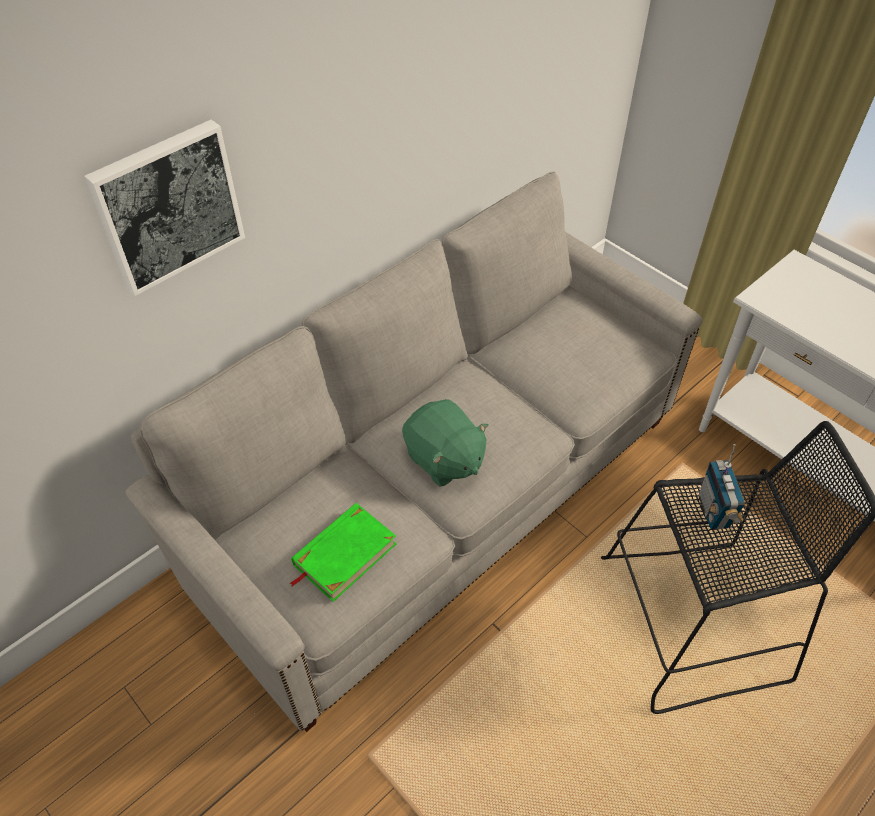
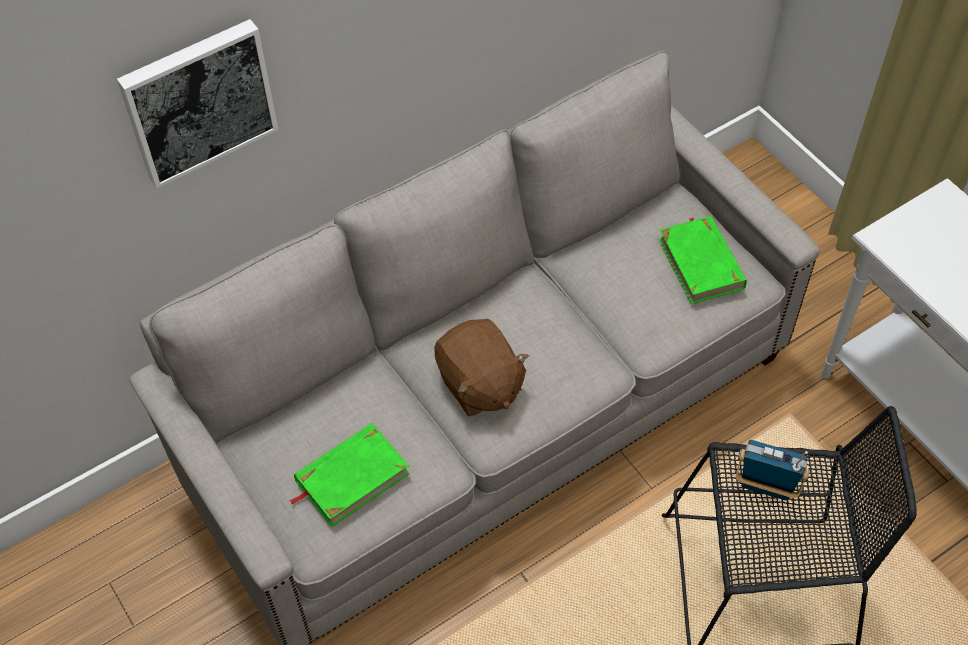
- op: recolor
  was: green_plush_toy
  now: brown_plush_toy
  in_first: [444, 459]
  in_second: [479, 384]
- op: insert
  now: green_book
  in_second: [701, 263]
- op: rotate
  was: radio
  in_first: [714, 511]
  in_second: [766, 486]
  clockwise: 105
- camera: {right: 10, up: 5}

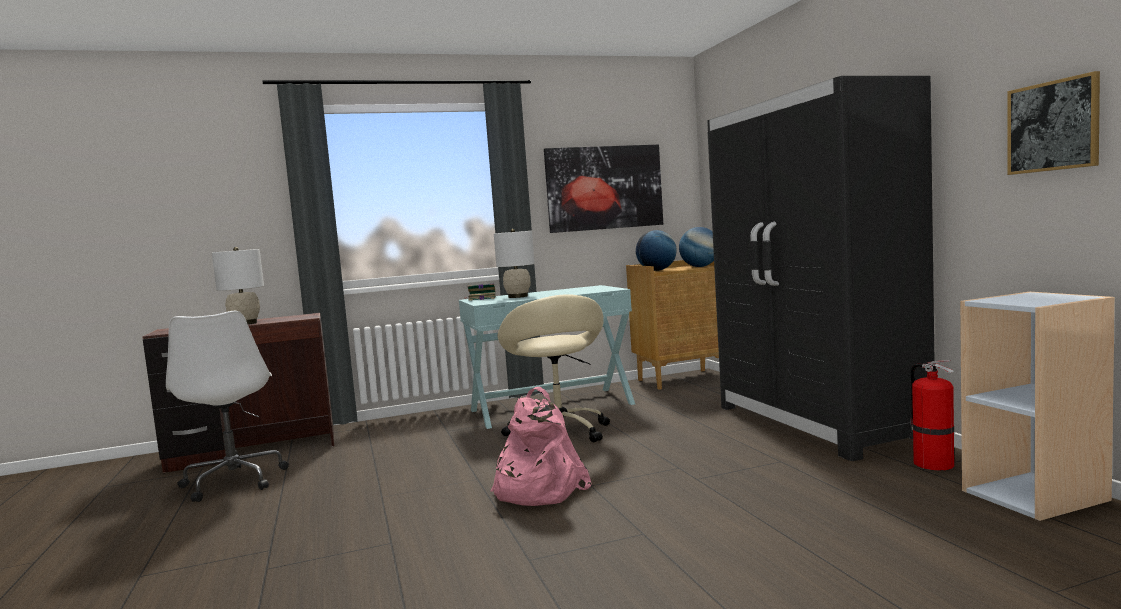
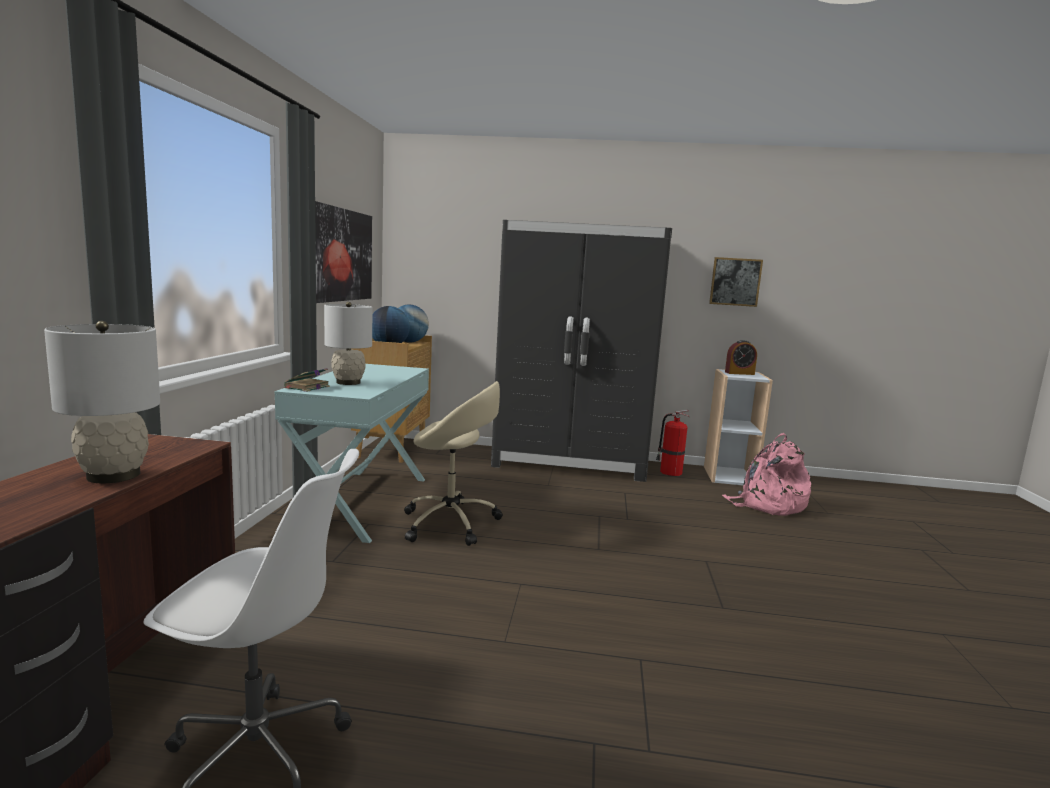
- op: move
  was: pink_backpack
  in_first: [535, 490]
  in_second: [767, 505]
- op: insert
  now: alarm_clock
  in_second: [739, 373]
- camera: {right: -65, up: 5}

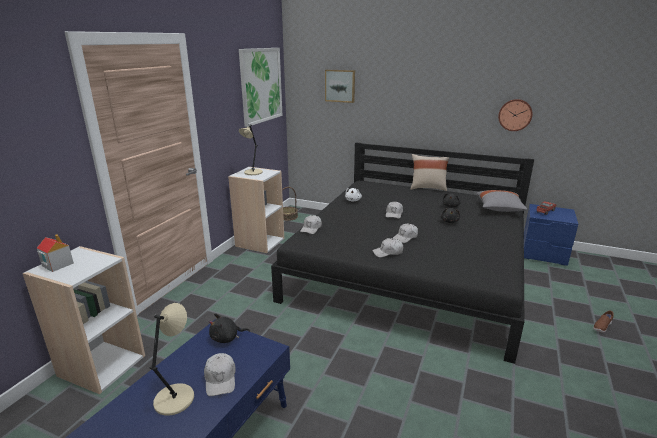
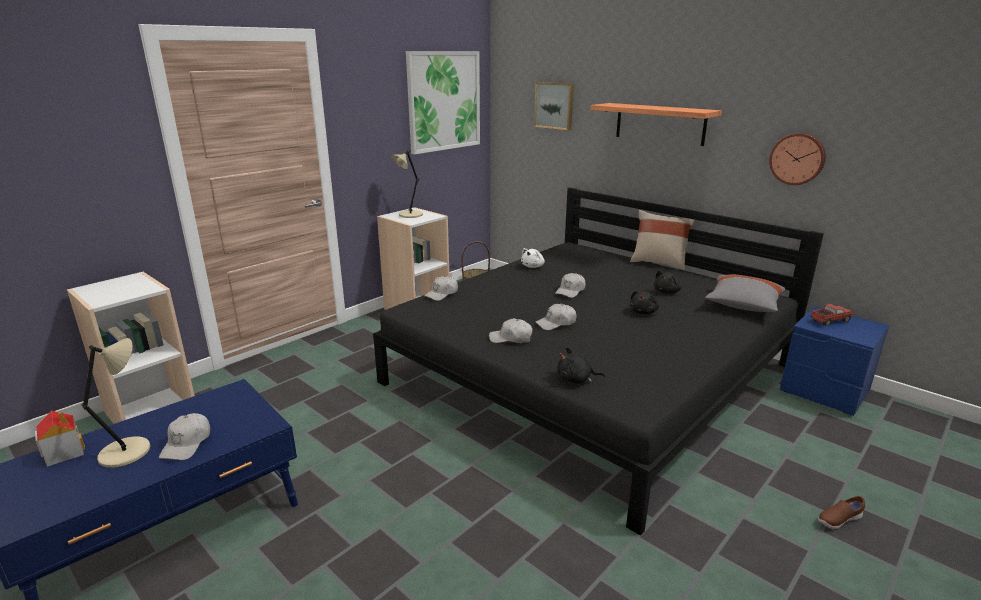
- op: move
  was: toy_house
  in_first: [57, 264]
  in_second: [64, 452]
- op: move
  was: black_plush_toy
  in_first: [227, 338]
  in_second: [576, 379]
- op: insert
  now: shelf
  in_second: [660, 123]
- camera: {right: 20, up: 0}

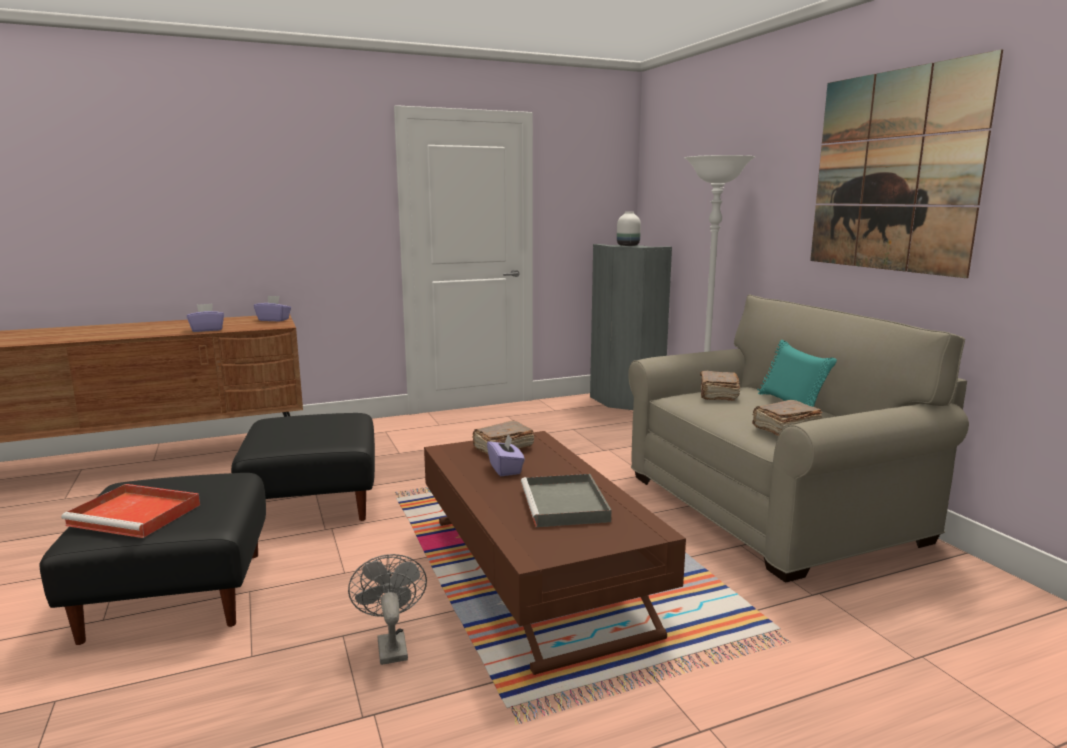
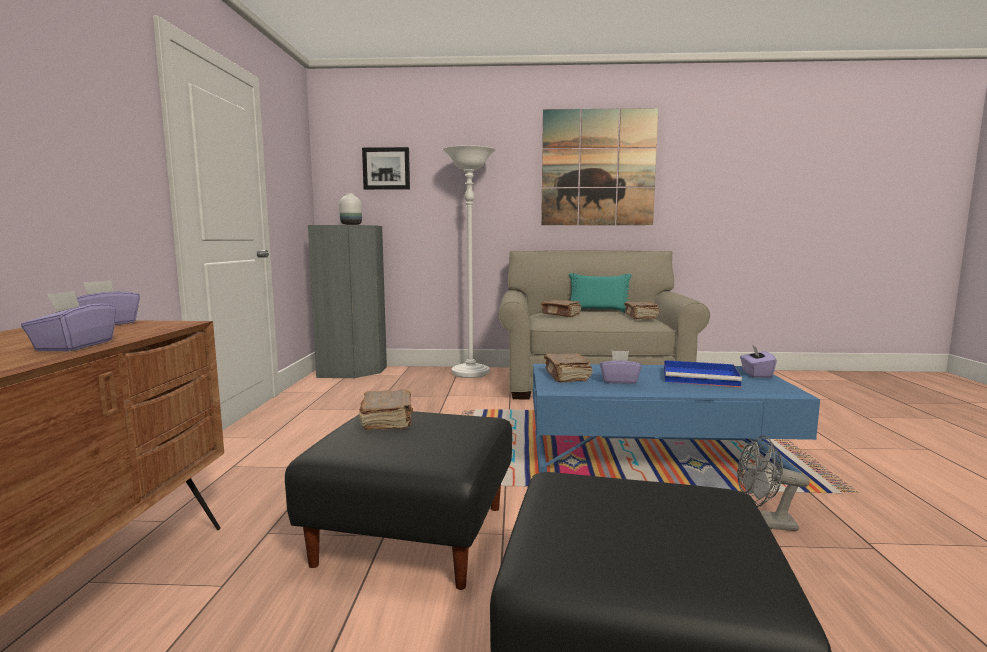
- op: insert
  now: brown_book
  in_second: [388, 422]
- op: insert
  now: picture
  in_second: [386, 168]
- op: recolor
  was: brown_coffee_table
  now: blue_coffee_table
  in_first: [535, 574]
  in_second: [656, 455]
- op: recolor
  was: grey_tray
  now: blue_tray
  in_first: [565, 505]
  in_second: [701, 377]
- op: insert
  now: purple_tissue_box
  in_second: [756, 374]
- op: delete
  was: red_tray
  in_first: [137, 515]
- camera: {right: -65, up: -5}

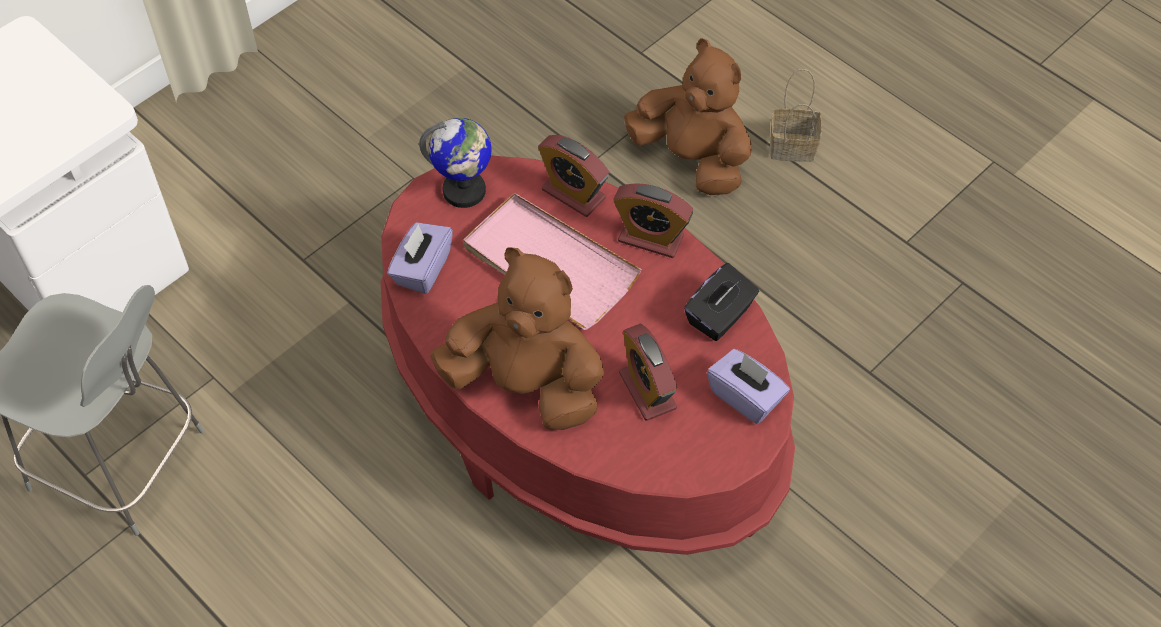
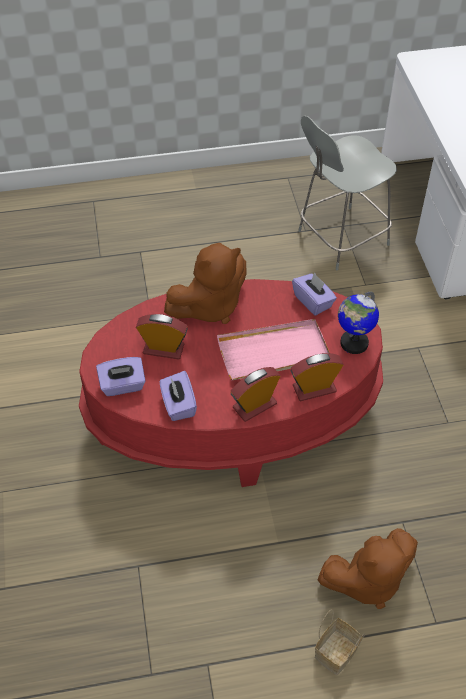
- op: recolor
  was: black_tissue_box
  now: purple_tissue_box
  in_first: [720, 316]
  in_second: [178, 405]
- camera: {right: 125, up: -5}

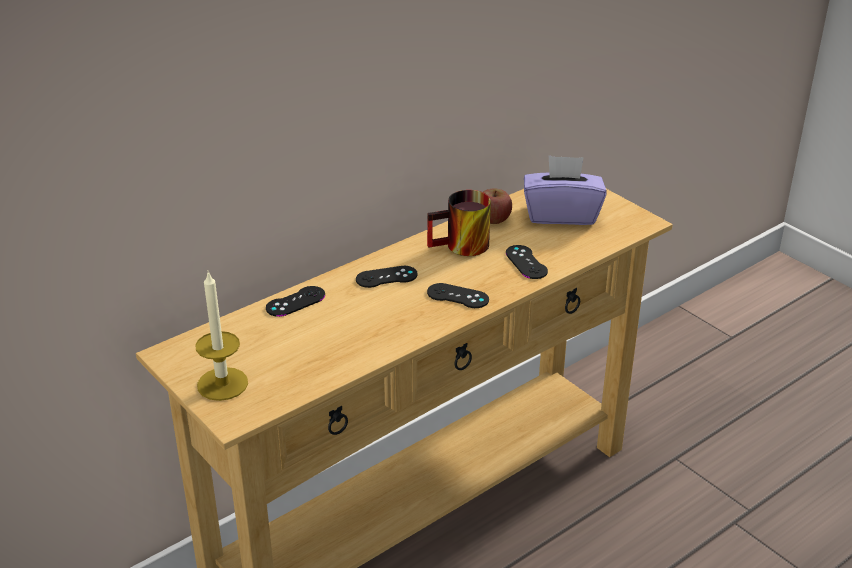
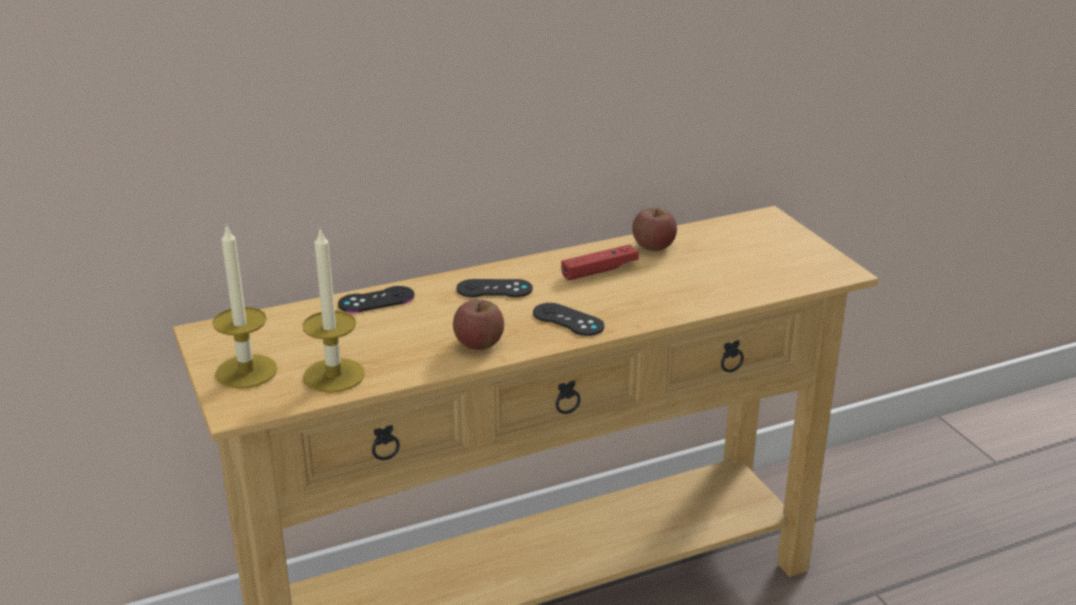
- op: insert
  now: candle
  in_second: [334, 375]
- op: insert
  now: apple
  in_second: [479, 343]
- op: replace
  was: mug
  now: red_game_controller
  in_first: [461, 248]
  in_second: [599, 270]
- op: delete
  was: black_game_controller
  in_first: [526, 262]
- op: delete
  was: purple_tissue_box
  in_first: [561, 214]
- camera: {right: 15, up: -5}

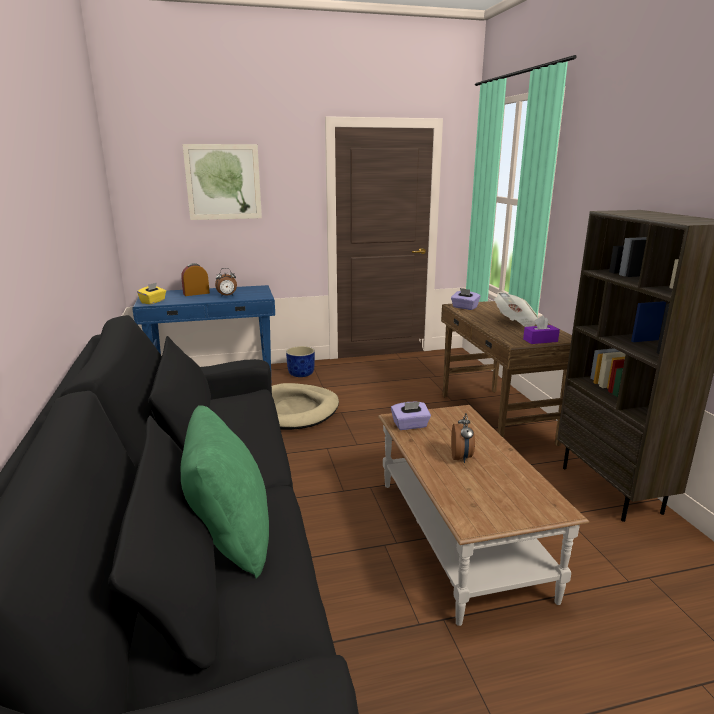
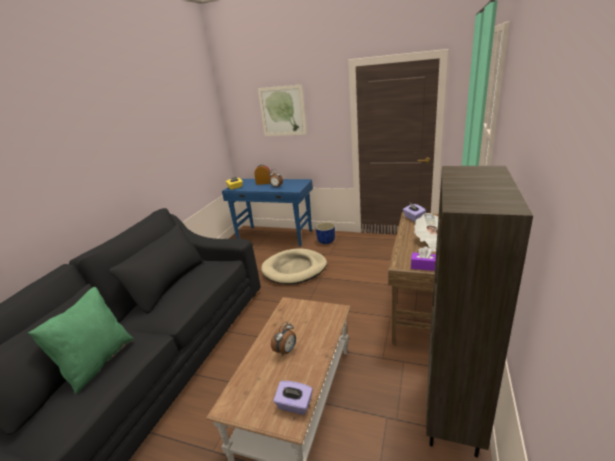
- op: move
  was: purple_tissue_box
  in_first: [410, 425]
  in_second: [294, 405]
- camera: {right: 35, up: 5}

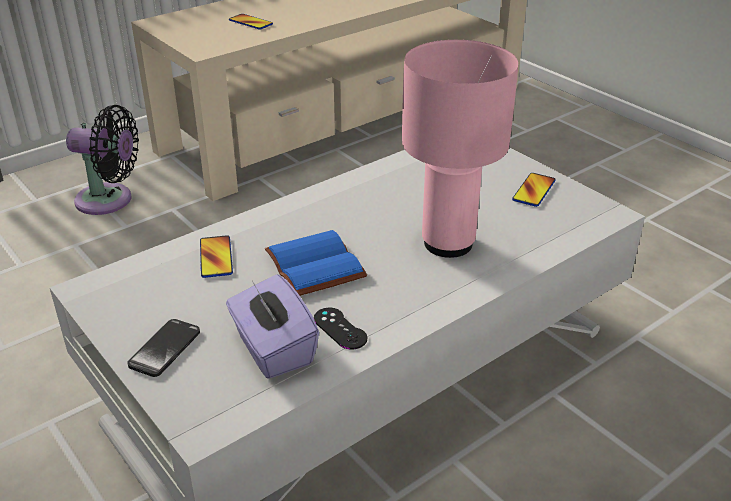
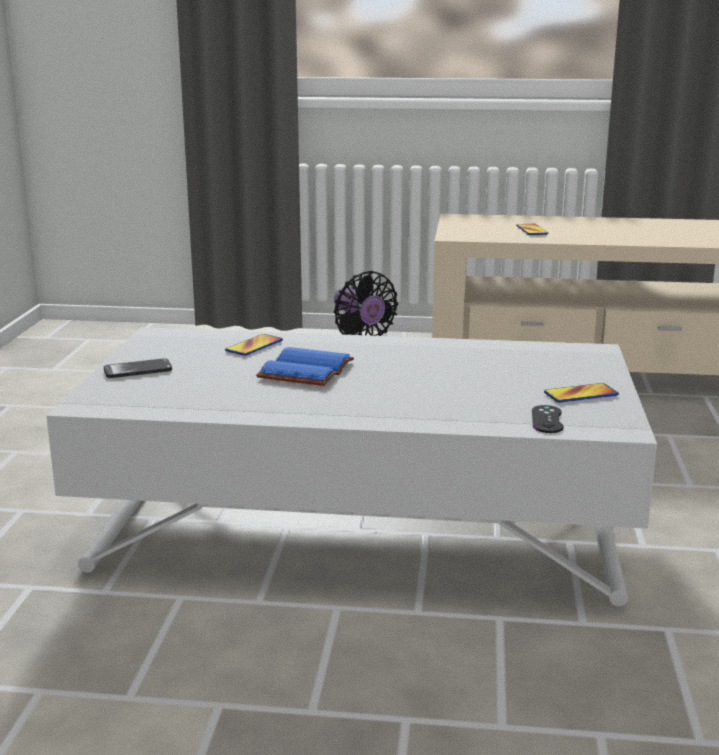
- op: move
  was: black_game_controller
  in_first: [340, 328]
  in_second: [547, 419]
- op: delete
  was: purple_tissue_box
  in_first: [273, 349]
- op: delete
  was: pink_table_lamp
  in_first: [446, 244]
- camera: {right: 45, up: -15}

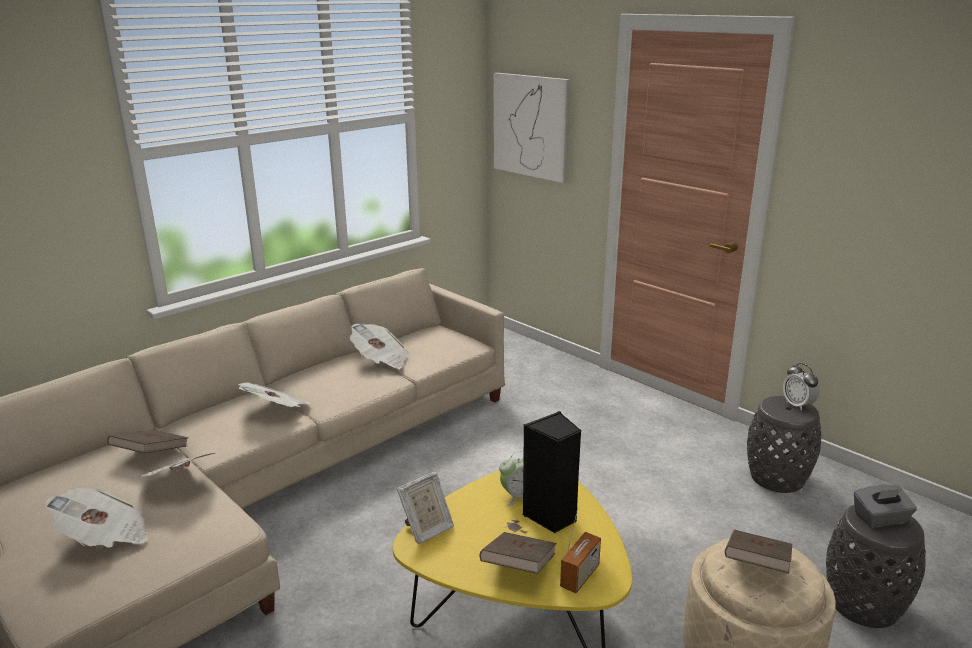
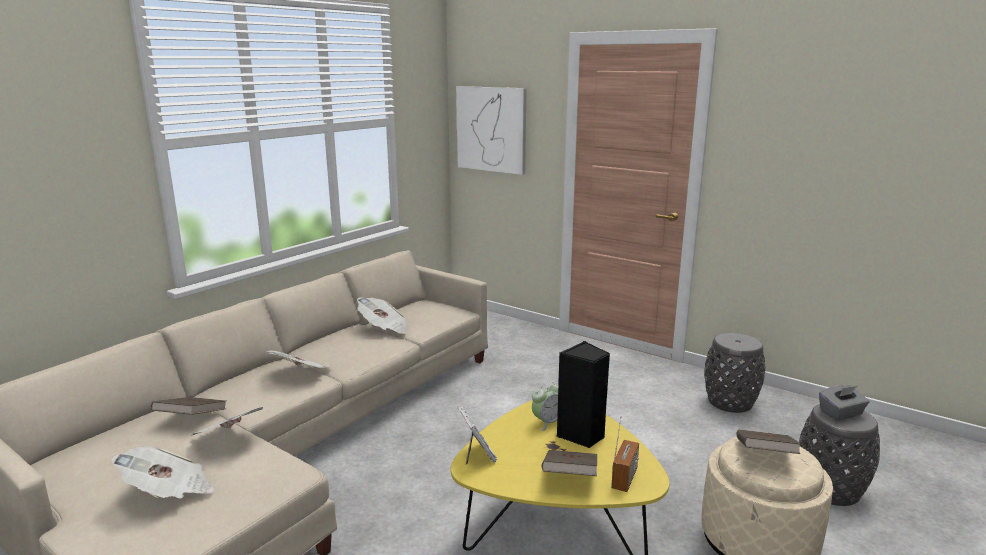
- op: rotate
  was: picture_frame
  in_first: [427, 530]
  in_second: [477, 456]
  clockwise: -60
- op: delete
  was: alarm_clock
  in_first: [798, 405]
- camera: {right: -10, up: -5}

